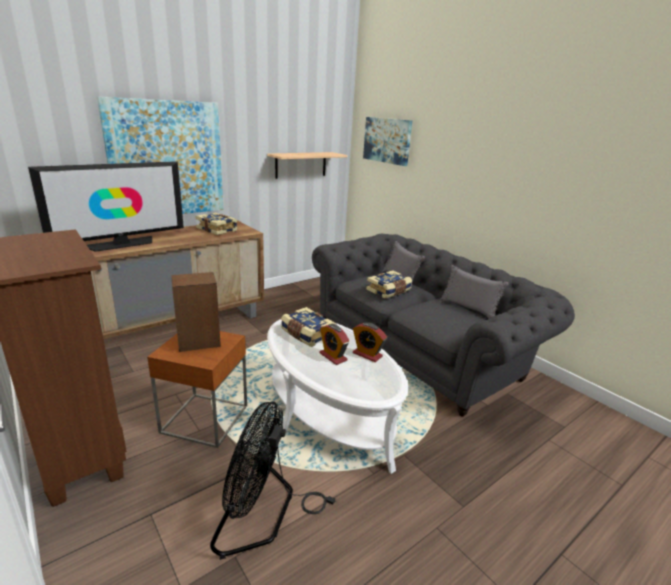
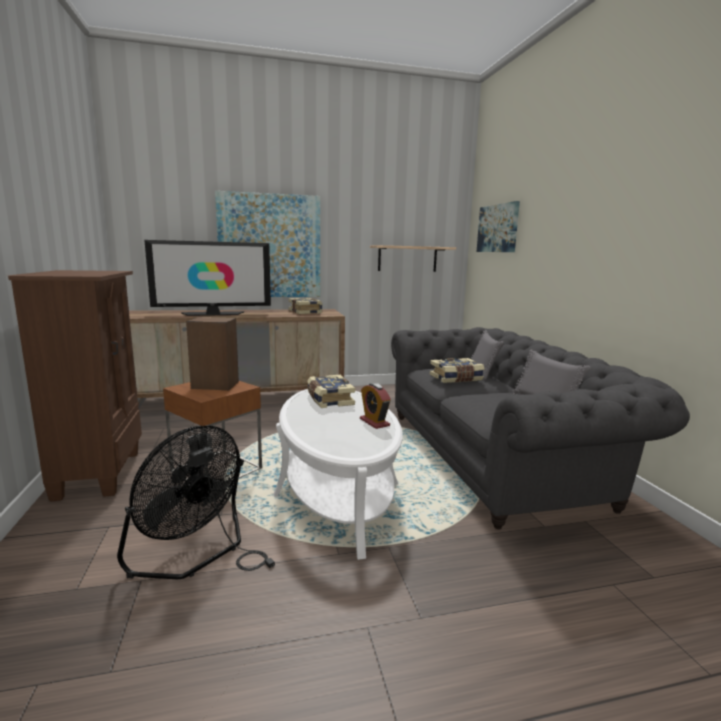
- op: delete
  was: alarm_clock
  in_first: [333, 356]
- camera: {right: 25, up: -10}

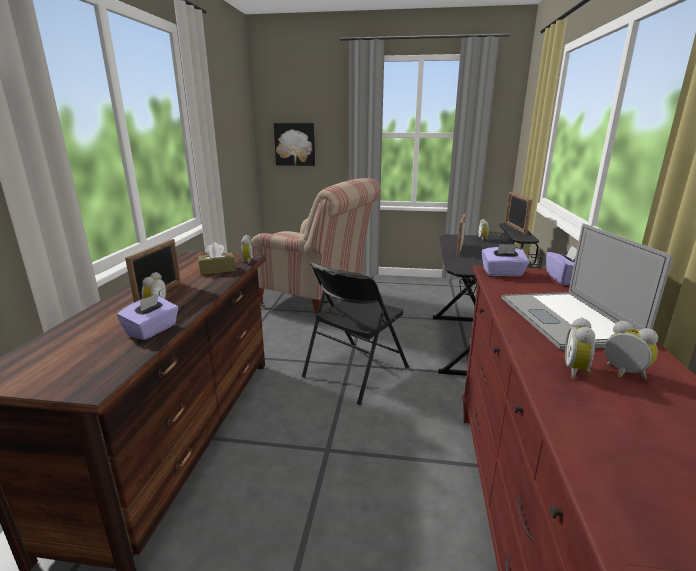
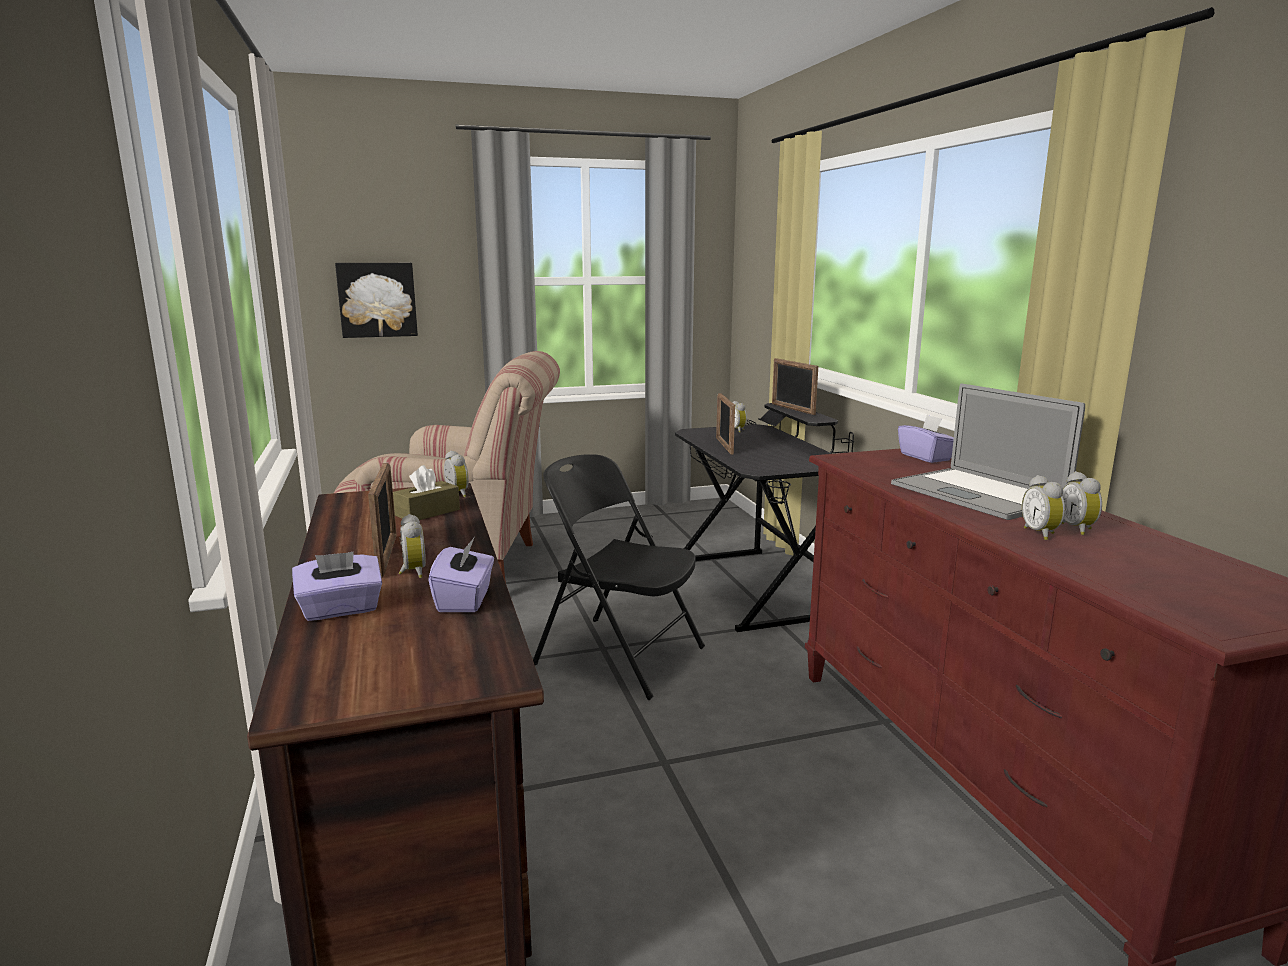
- op: move
  was: purple_tissue_box
  in_first: [502, 273]
  in_second: [341, 609]
- op: rotate
  was: black_chair
  in_first: [355, 372]
  in_second: [620, 655]
  clockwise: 105
- op: rotate
  was: alarm_clock
  in_first: [623, 374]
  in_second: [1078, 529]
  clockwise: -120
- camera: {right: -25, up: -5}

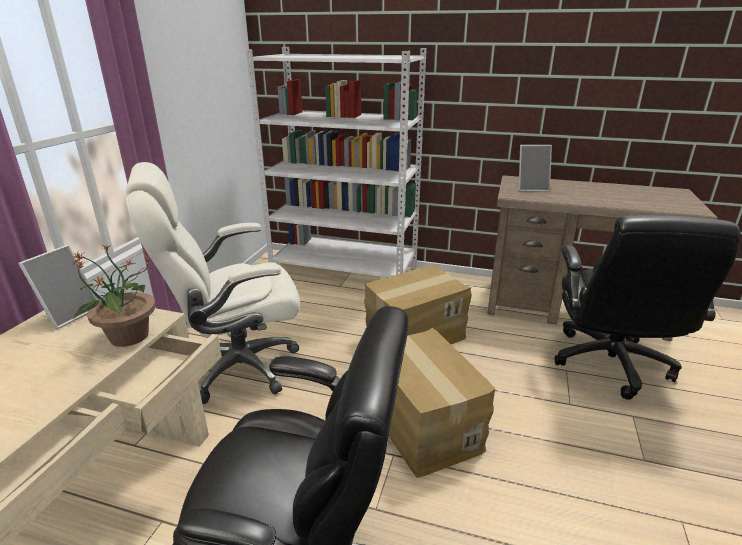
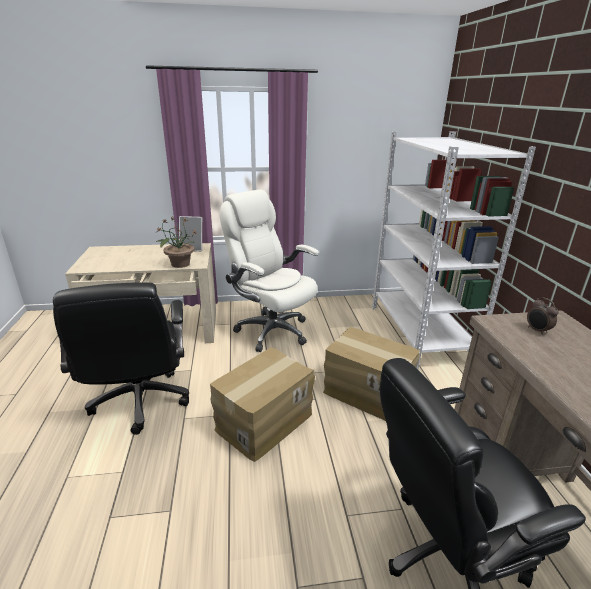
- op: replace
  was: picture_frame
  now: alarm_clock
  in_first: [531, 188]
  in_second: [537, 330]
- camera: {right: 65, up: 0}

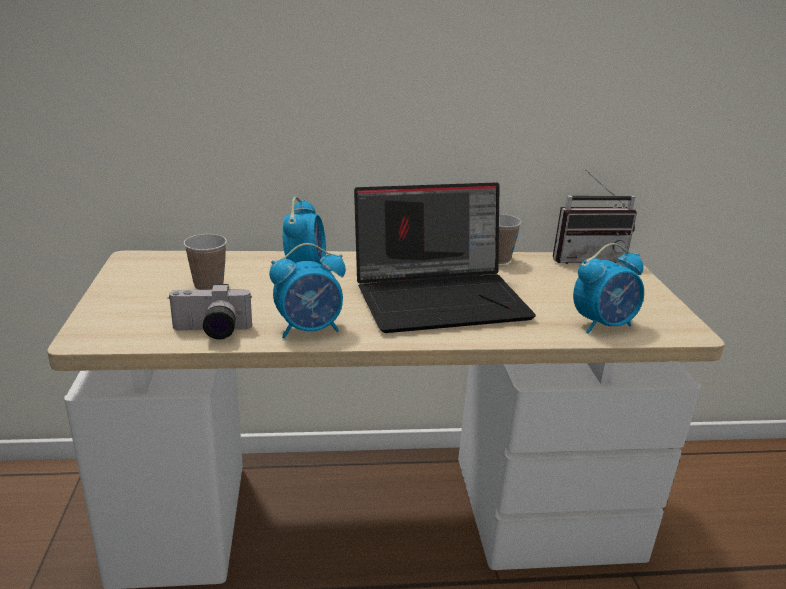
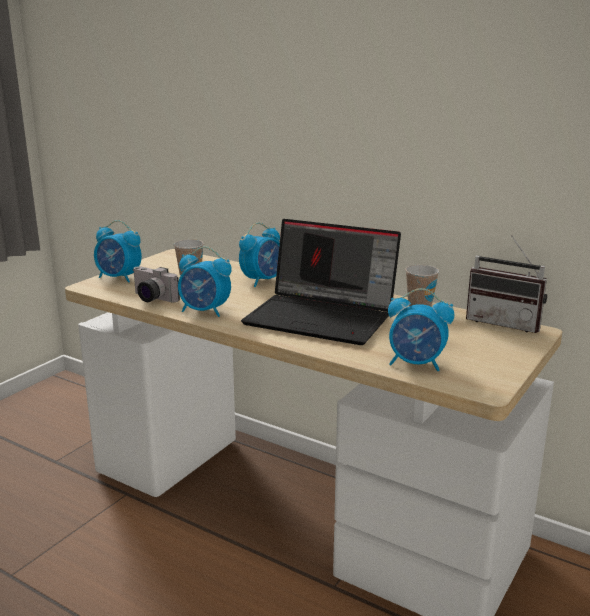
- op: insert
  now: alarm_clock
  in_second: [119, 278]
- camera: {right: 40, up: -5}

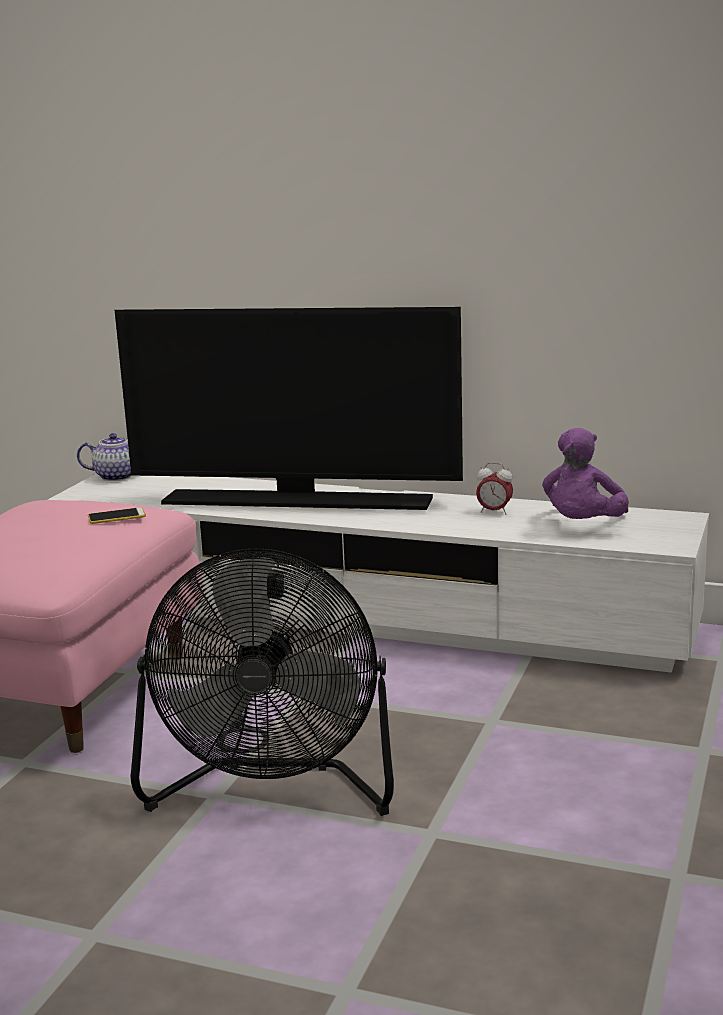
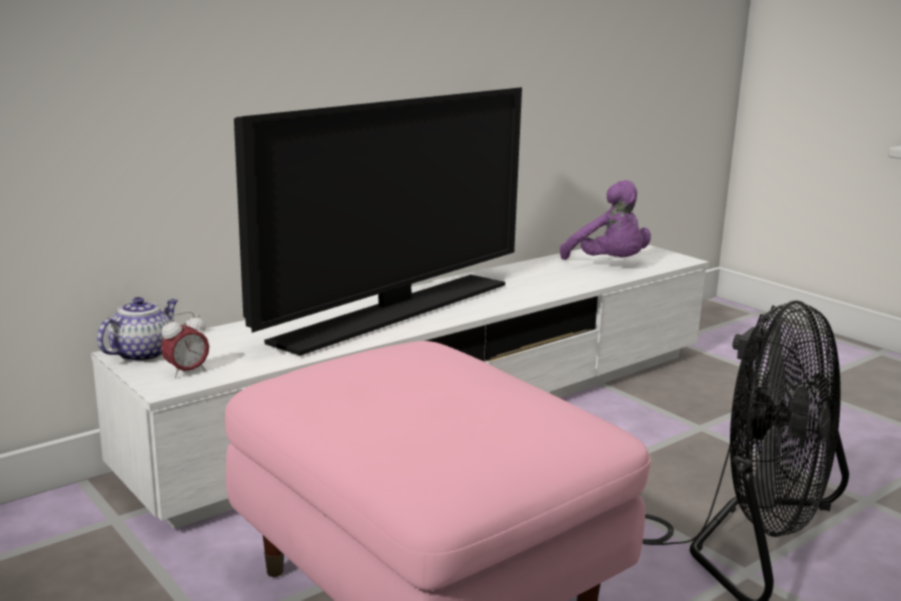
- op: move
  was: alarm_clock
  in_first: [494, 512]
  in_second: [187, 372]
- op: delete
  was: phone
  in_first: [116, 516]
- camera: {right: -60, up: 0}

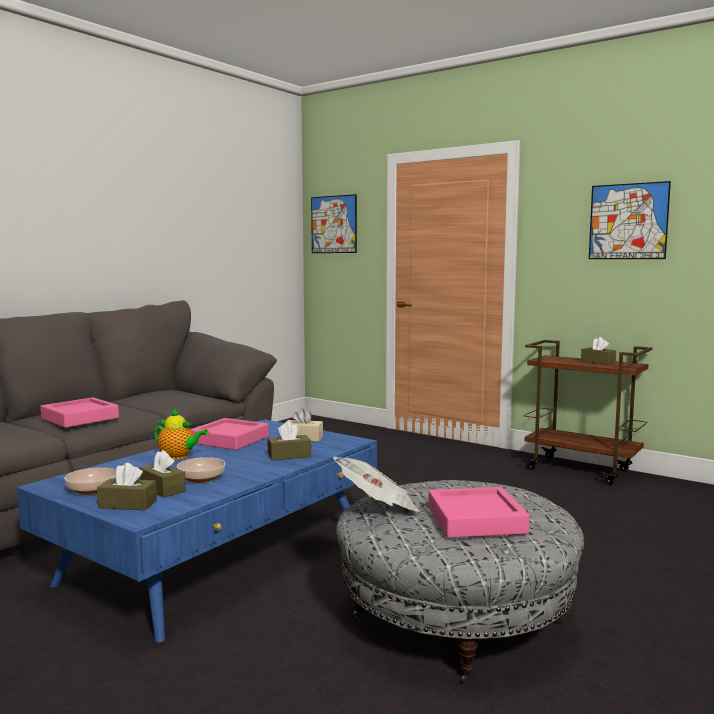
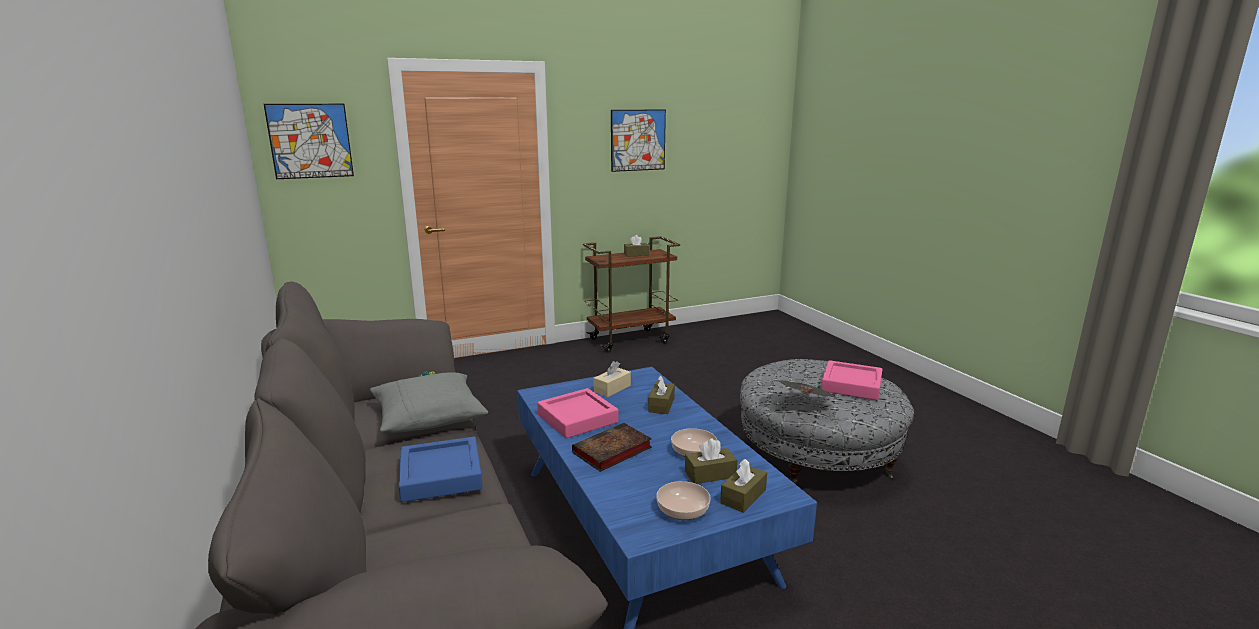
- op: insert
  now: grey_pillow
  in_second: [429, 418]
- op: recolor
  was: pink_tray
  now: blue_tray
  in_first: [80, 418]
  in_second: [441, 475]
- op: replace
  was: teapot
  now: book
  in_first: [179, 457]
  in_second: [611, 451]
- camera: {right: -60, up: 10}

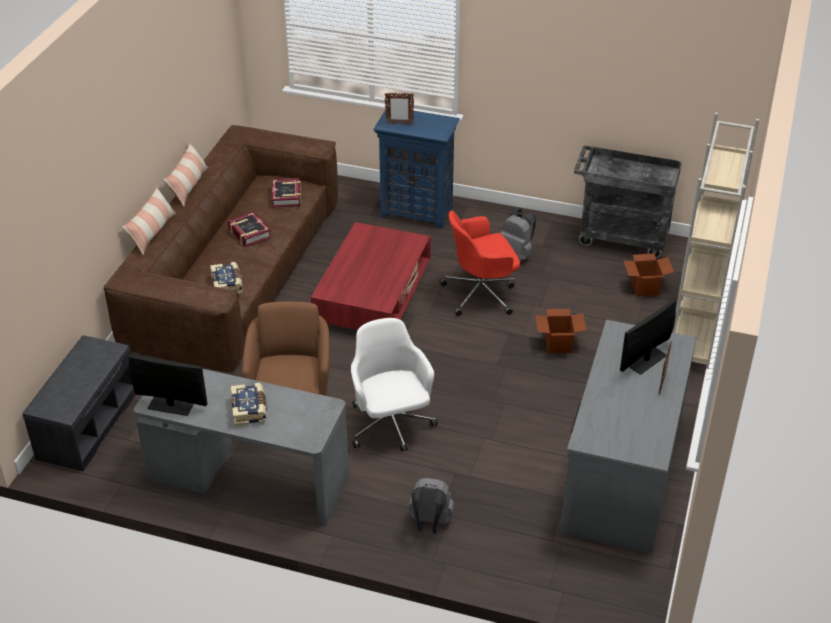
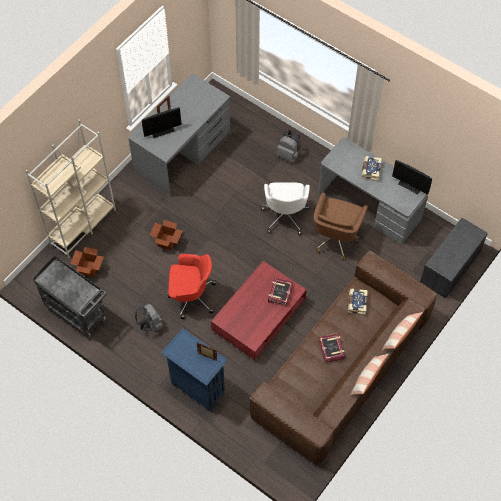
- op: move
  was: book
  in_first: [286, 197]
  in_second: [280, 293]
- camera: {right: -160, up: 20}

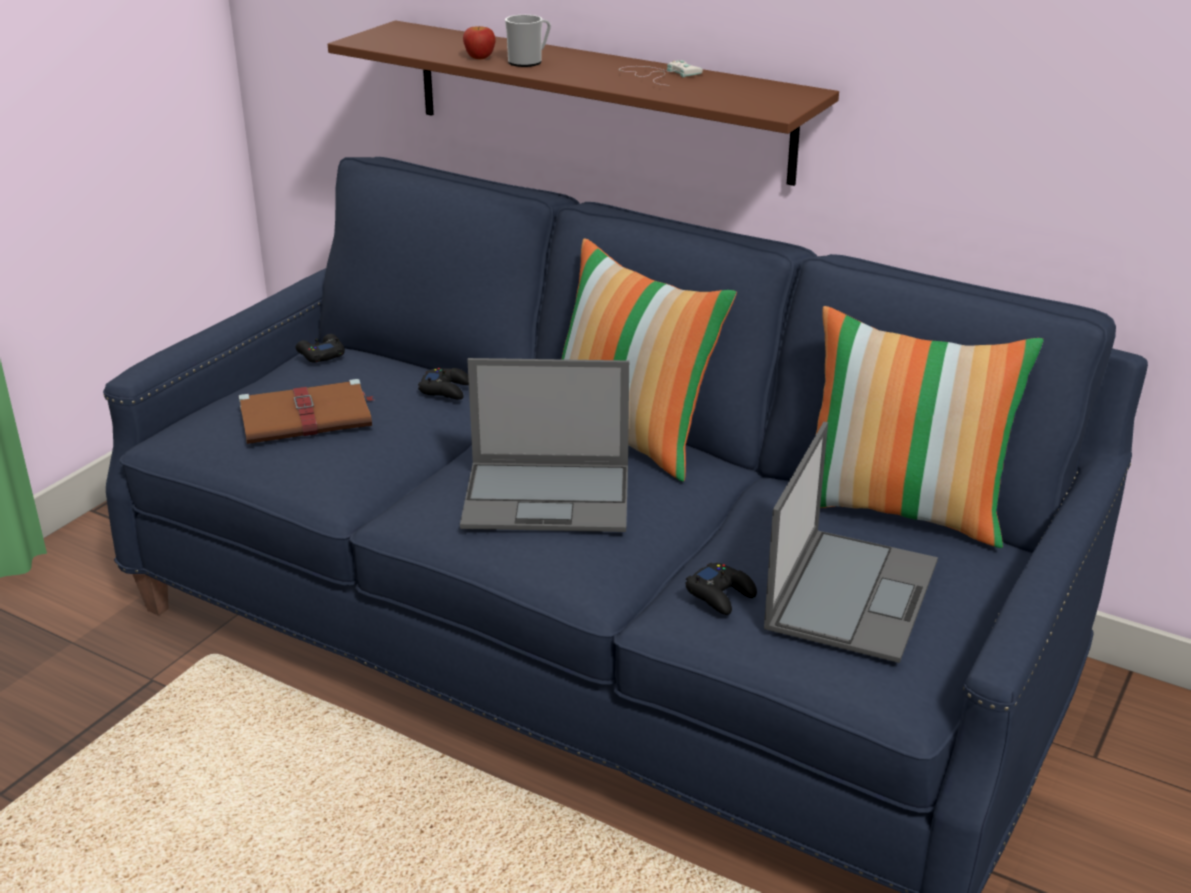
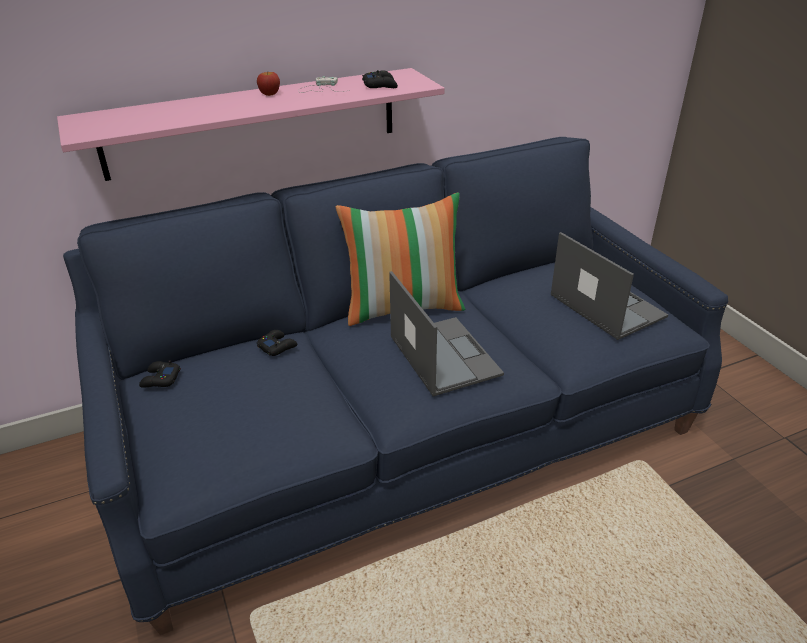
- op: recolor
  was: brown_shelf
  now: pink_shelf
  in_first: [599, 100]
  in_second: [253, 123]
- op: move
  was: apple
  in_first: [479, 57]
  in_second: [270, 94]
- op: move
  was: black_game_controller
  in_first: [721, 594]
  in_second: [380, 85]
- op: rotate
  was: laptop
  in_first: [549, 497]
  in_second: [443, 355]
  clockwise: -60
- op: delete
  was: brown_book
  in_first: [308, 417]
- op: delete
  was: mug
  in_first: [529, 62]
- op: delete
  was: pillow
  in_first: [901, 510]
- camera: {right: -55, up: 5}

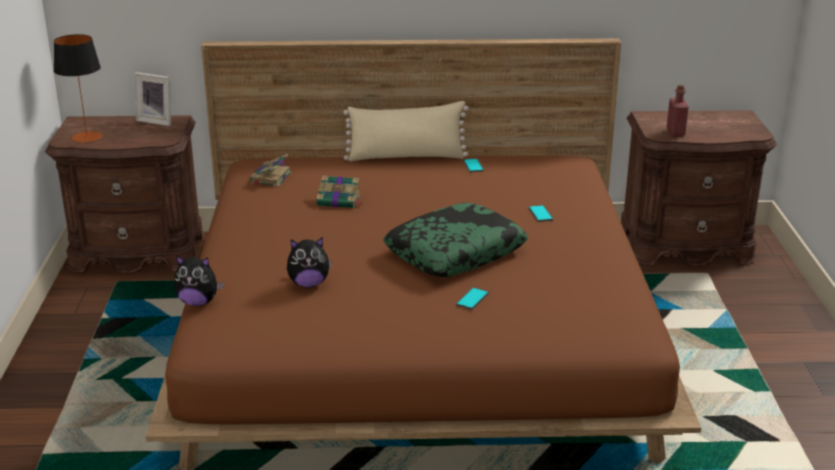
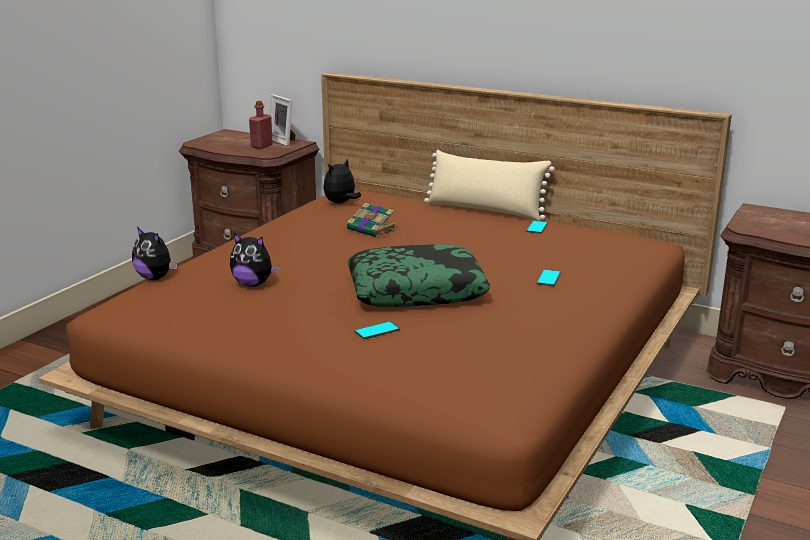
- op: move
  was: red_bottle
  in_first: [675, 132]
  in_second: [261, 146]
- op: replace
  was: book
  now: plush_toy
  in_first: [270, 178]
  in_second: [341, 203]
- op: delete
  was: table_lamp
  in_first: [87, 137]
- camera: {right: 30, up: -5}

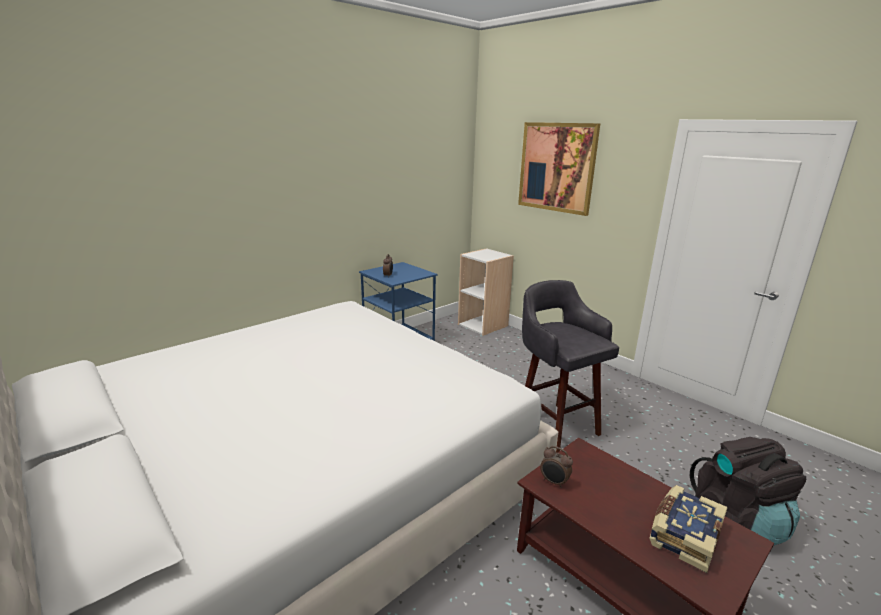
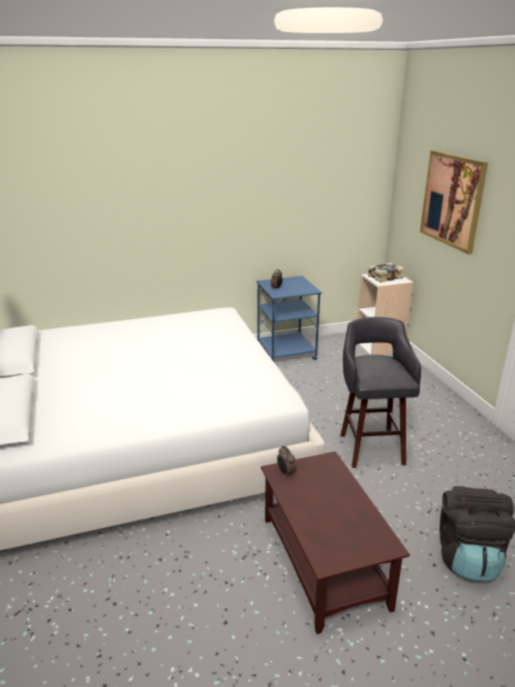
- op: move
  was: book
  in_first: [683, 535]
  in_second: [384, 277]
- camera: {right: 25, up: 5}

